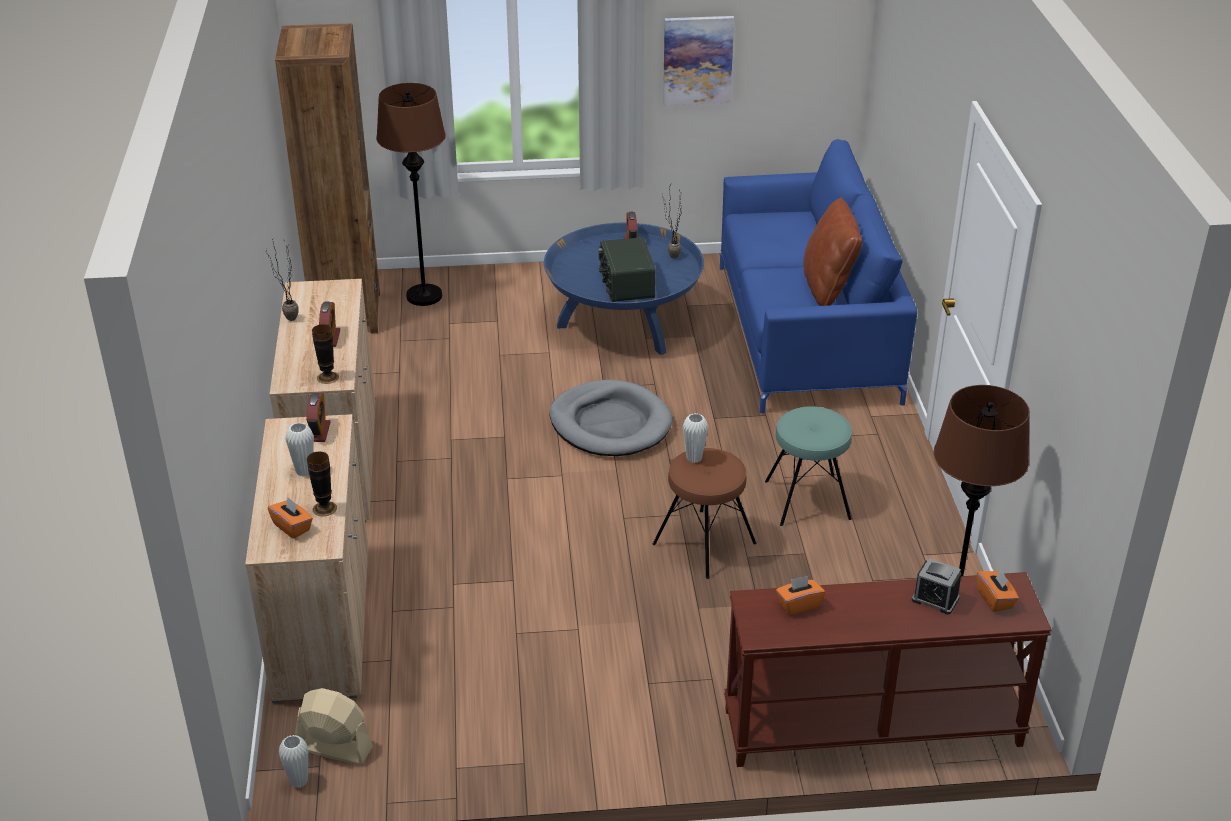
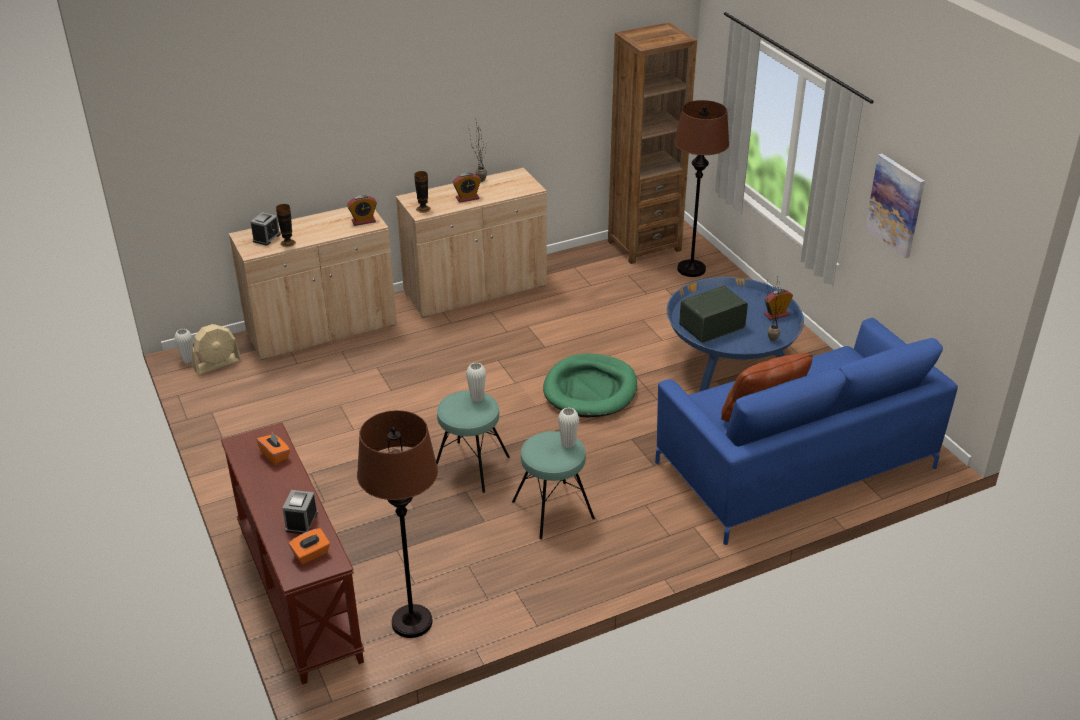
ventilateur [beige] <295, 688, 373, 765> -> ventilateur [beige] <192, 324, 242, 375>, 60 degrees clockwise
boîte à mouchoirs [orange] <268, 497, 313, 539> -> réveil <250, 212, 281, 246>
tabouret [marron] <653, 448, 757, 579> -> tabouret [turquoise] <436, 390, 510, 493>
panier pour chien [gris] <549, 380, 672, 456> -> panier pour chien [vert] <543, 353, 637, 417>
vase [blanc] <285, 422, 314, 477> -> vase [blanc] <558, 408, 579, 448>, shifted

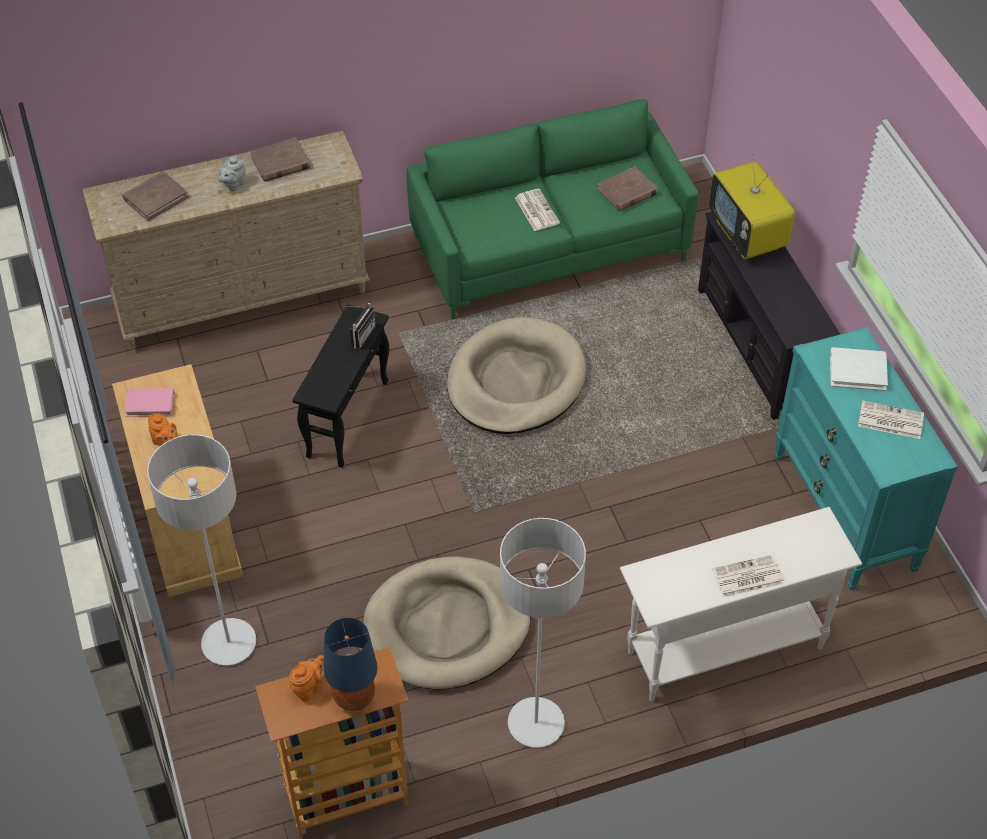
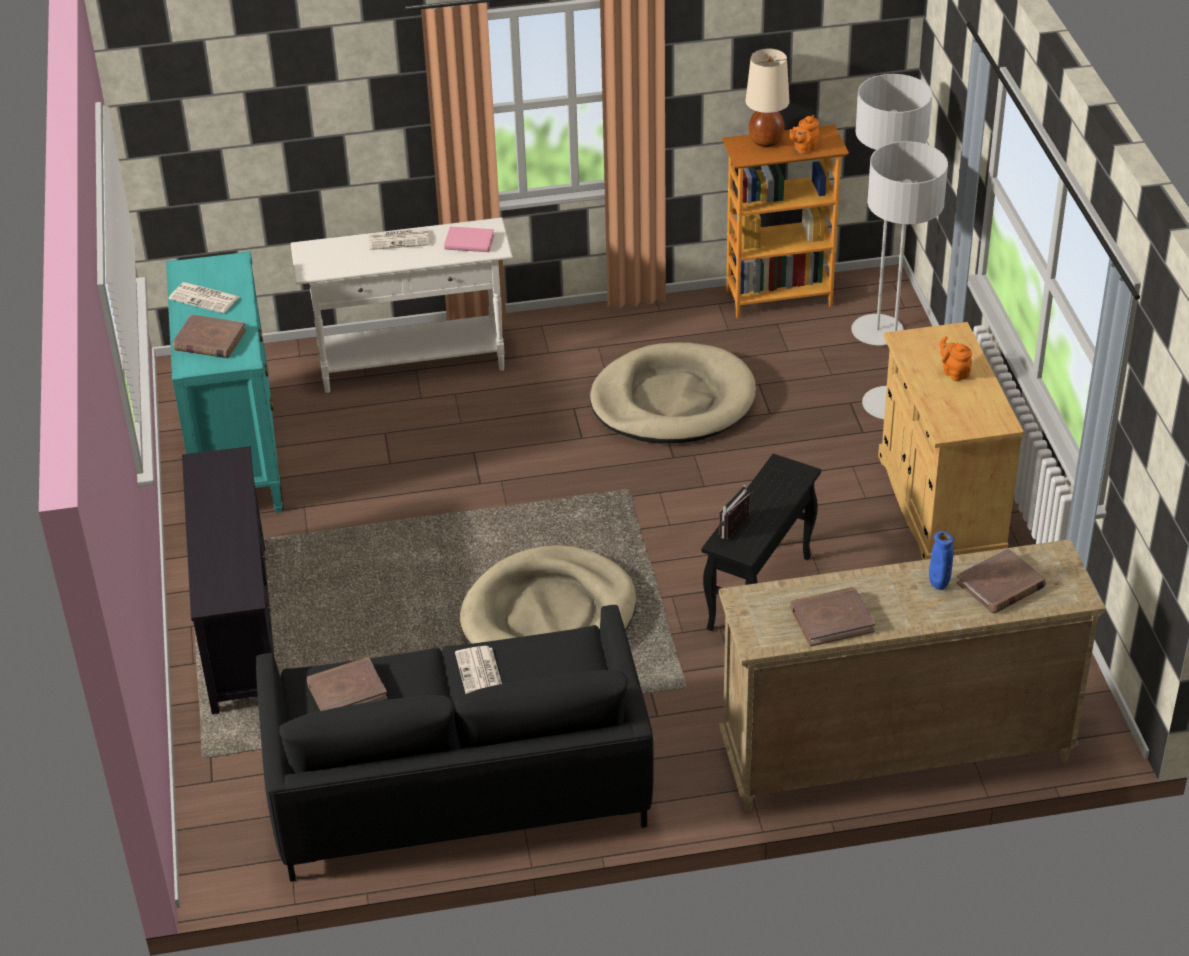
livre [blanc] <830, 347, 888, 391> -> livre [marron] <173, 315, 246, 358>
canapé [vert] <407, 99, 698, 320> -> canapé [noir] <256, 605, 654, 882>
livre [rose] <125, 388, 174, 417> -> livre [rose] <444, 227, 494, 252>, shifted
lampe de table [bleu] <324, 618, 377, 711> -> lampe de table [beige] <746, 49, 789, 147>
lampadaire [gris] <500, 518, 586, 748> -> lampadaire [gris] <851, 74, 933, 345>, shifted
none -> vase [bleu] <929, 531, 954, 590>
théière [gris] <217, 155, 245, 191> -> none
téléviseur <709, 152, 795, 259> -> none

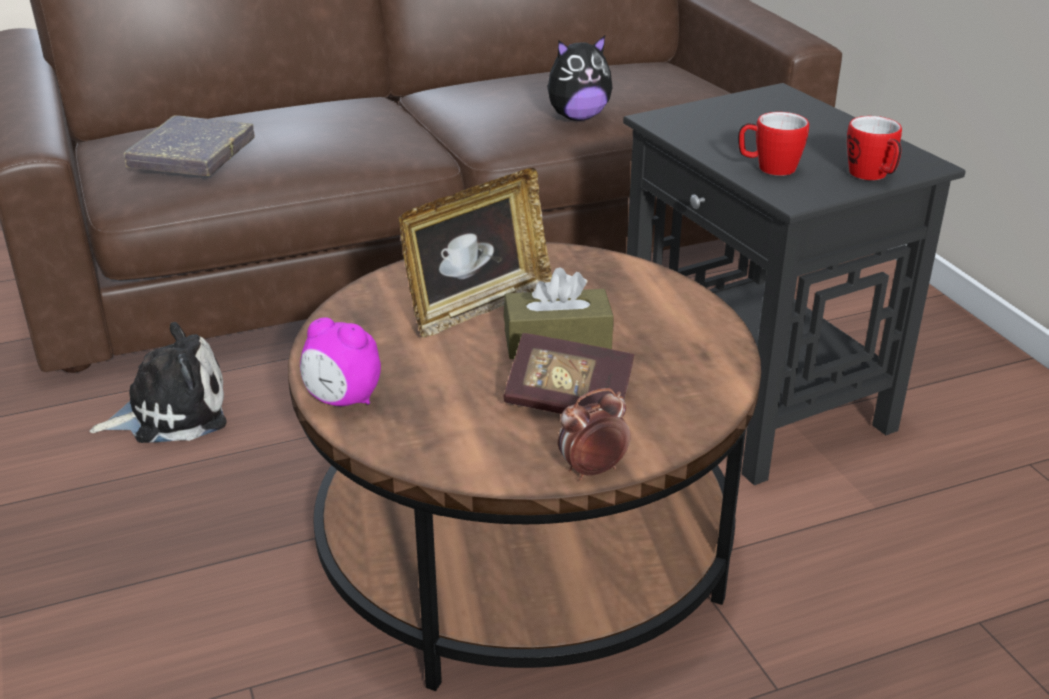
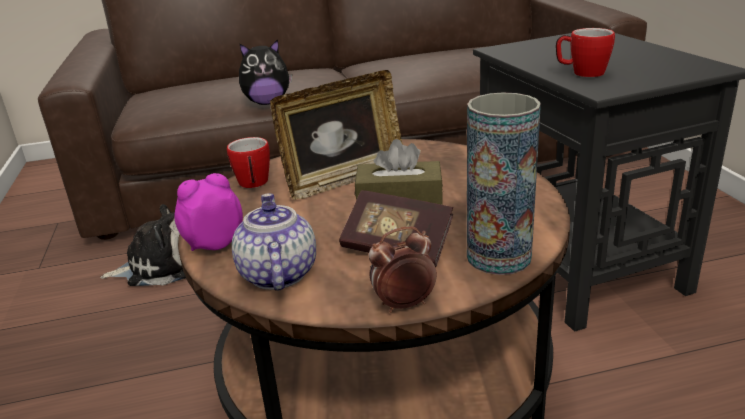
réveil <300, 317, 381, 406> -> réveil <174, 173, 243, 251>, 120 degrees clockwise
mug <847, 116, 902, 180> -> mug <227, 137, 270, 188>, shifted
none -> théière <232, 193, 316, 291>
peluche <547, 36, 612, 121> -> peluche <239, 39, 292, 105>, shifted
none -> vase <467, 93, 541, 275>
livre [gris] <124, 115, 255, 176> -> none

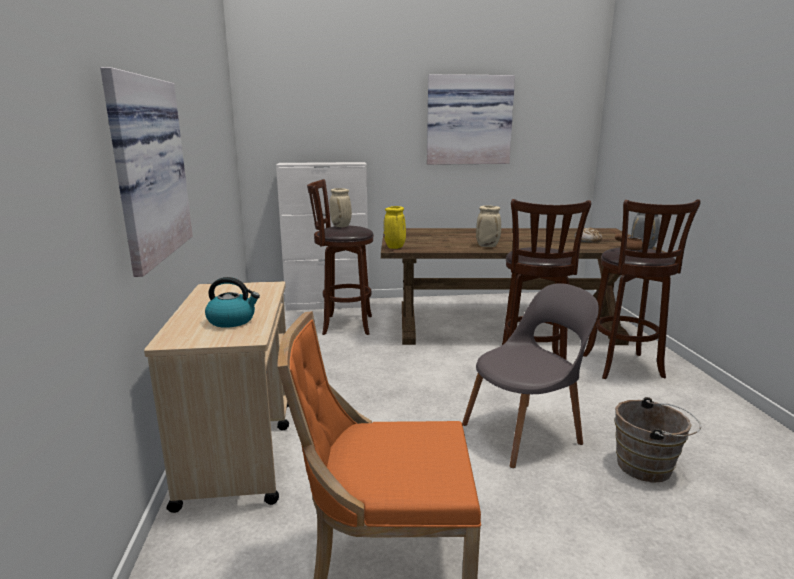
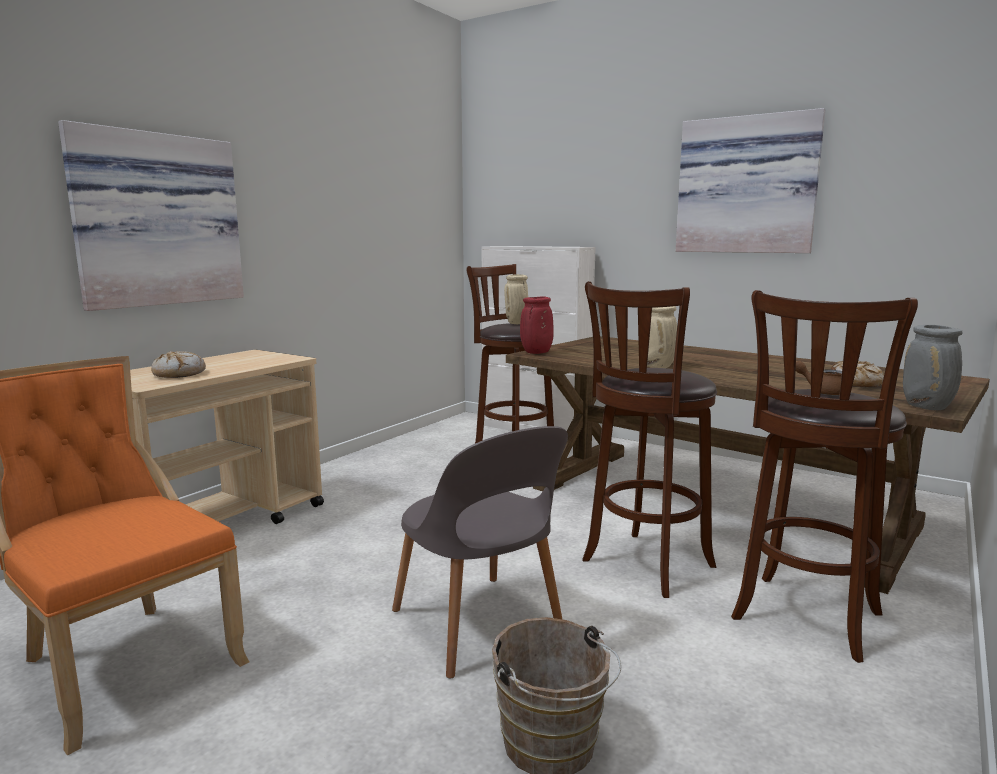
bouilloire <205, 277, 260, 328> -> pain <151, 351, 206, 378>
chaise [gris] <462, 283, 599, 468> -> chaise [gris] <392, 426, 568, 679>, 45 degrees clockwise
vase [jaune] <384, 206, 406, 249> -> vase [rouge] <520, 296, 554, 354>

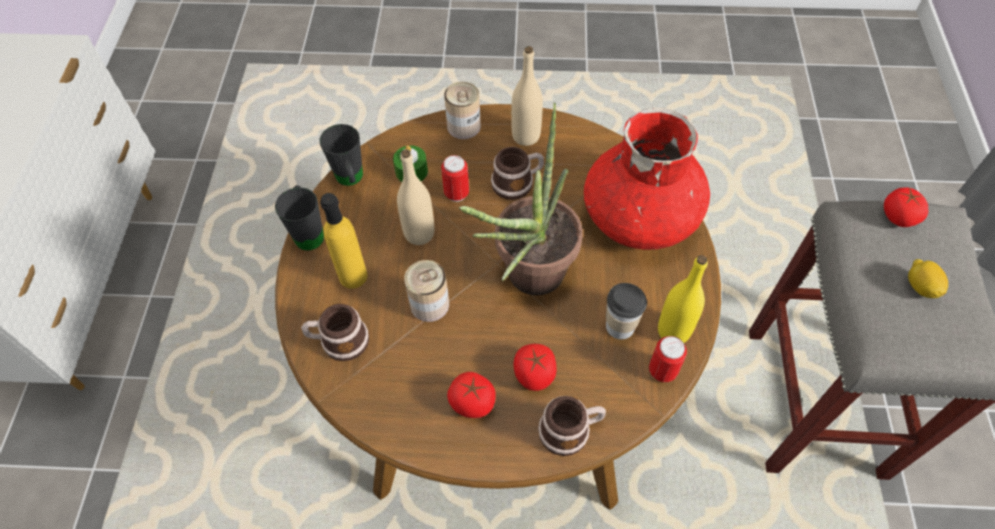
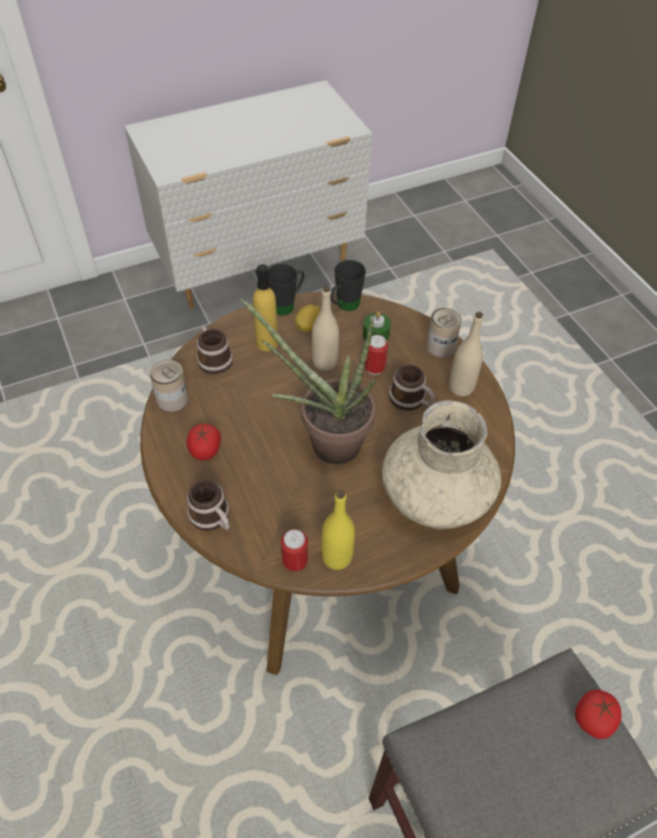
boîte métallique <404, 260, 449, 322> -> boîte métallique <149, 360, 188, 412>, shifted
citron <908, 259, 948, 298> -> citron <295, 305, 320, 332>, shifted
vase [rouge] <584, 107, 710, 250> -> vase [beige] <382, 400, 501, 529>
tomate <513, 344, 557, 391> -> none
tasse <606, 283, 647, 339> -> none

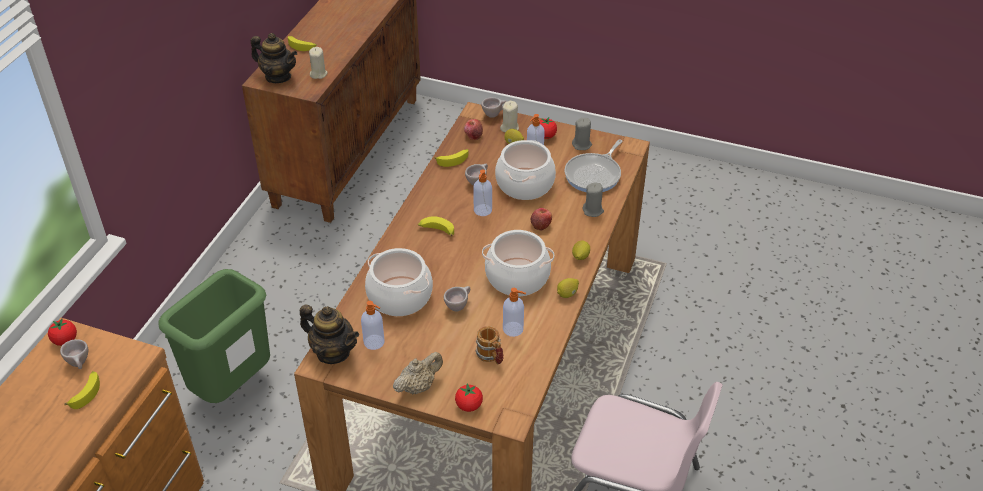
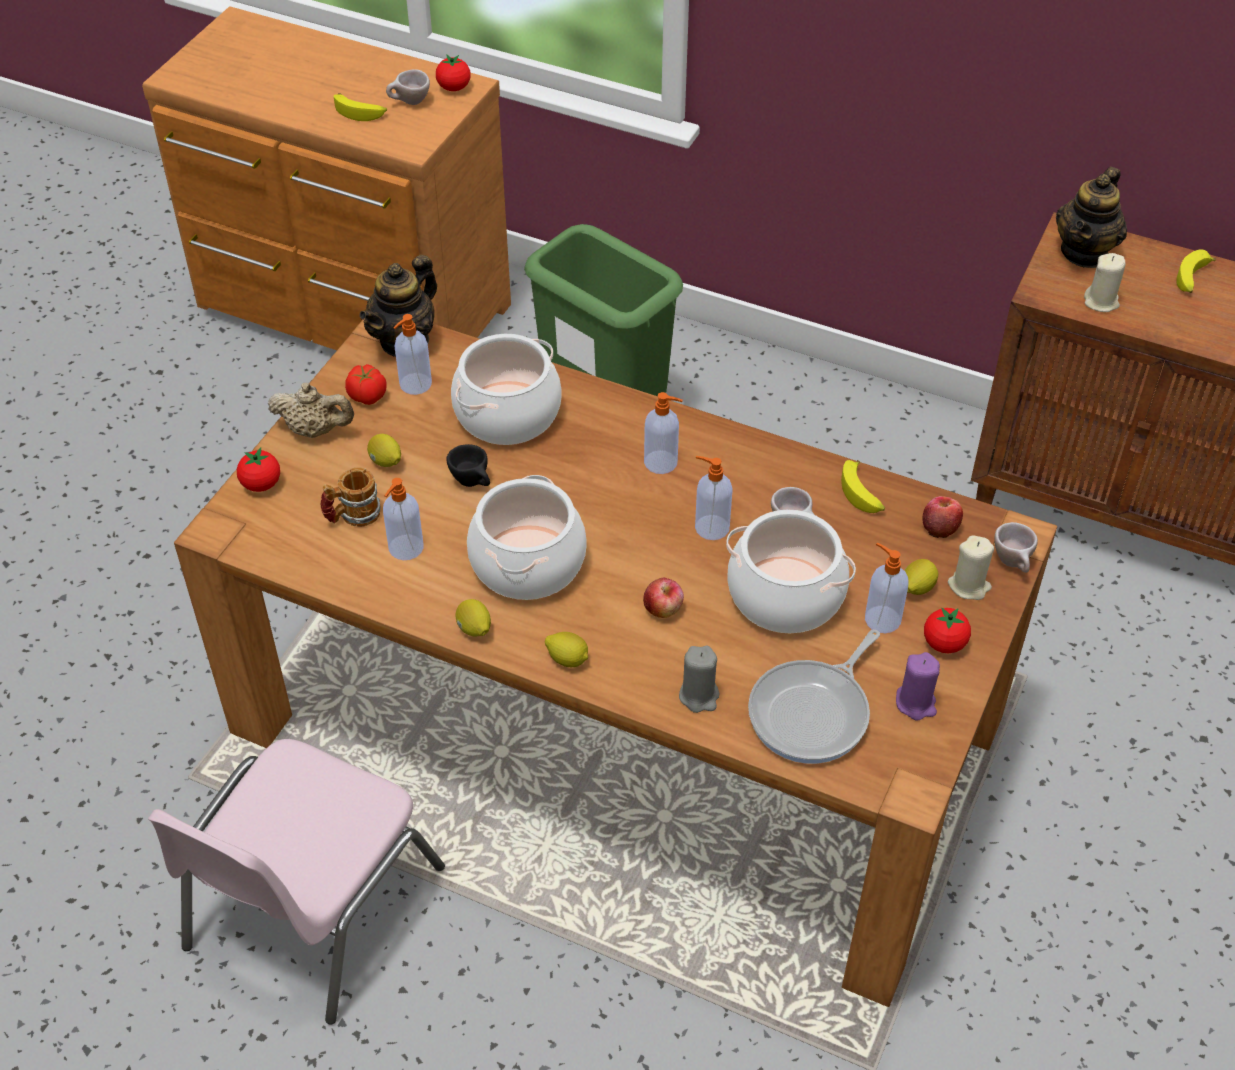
théière [beige] <393, 352, 443, 394> -> théière [beige] <268, 383, 354, 438>, 45 degrees counterclockwise
none -> tomate <345, 364, 387, 405>
none -> citron <367, 434, 401, 467>
tasse [beige] <444, 286, 470, 311> -> tasse [noir] <446, 444, 490, 487>
banane <418, 216, 454, 236> -> distributeur de savon <644, 392, 683, 474>
poêle <565, 139, 622, 192> -> poêle <748, 629, 880, 764>, 90 degrees counterclockwise
bougie [gris] <572, 118, 592, 150> -> bougie [violet] <896, 652, 940, 720>

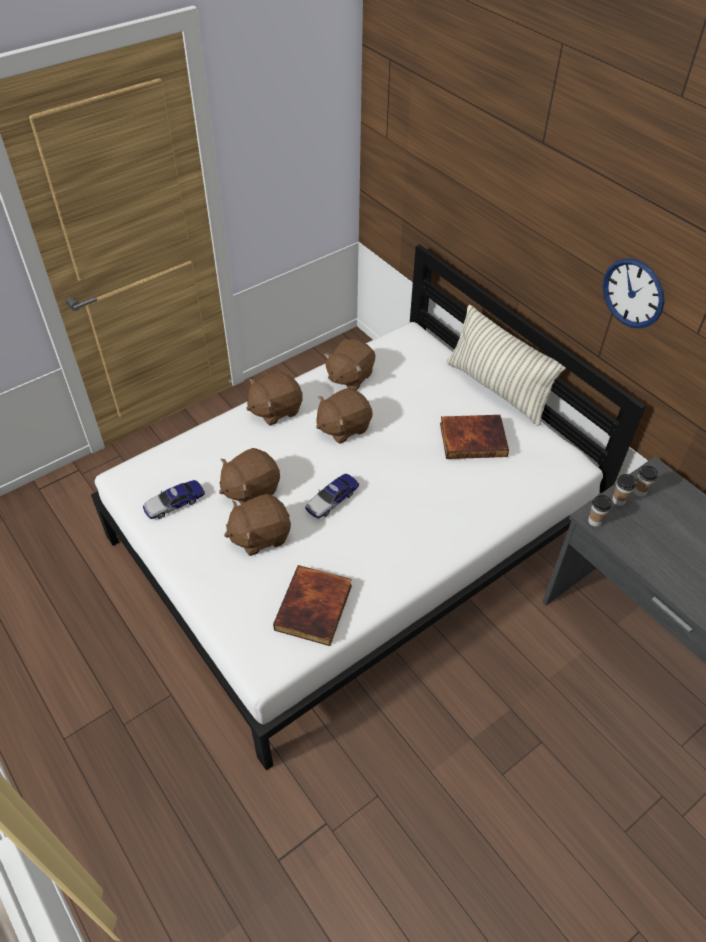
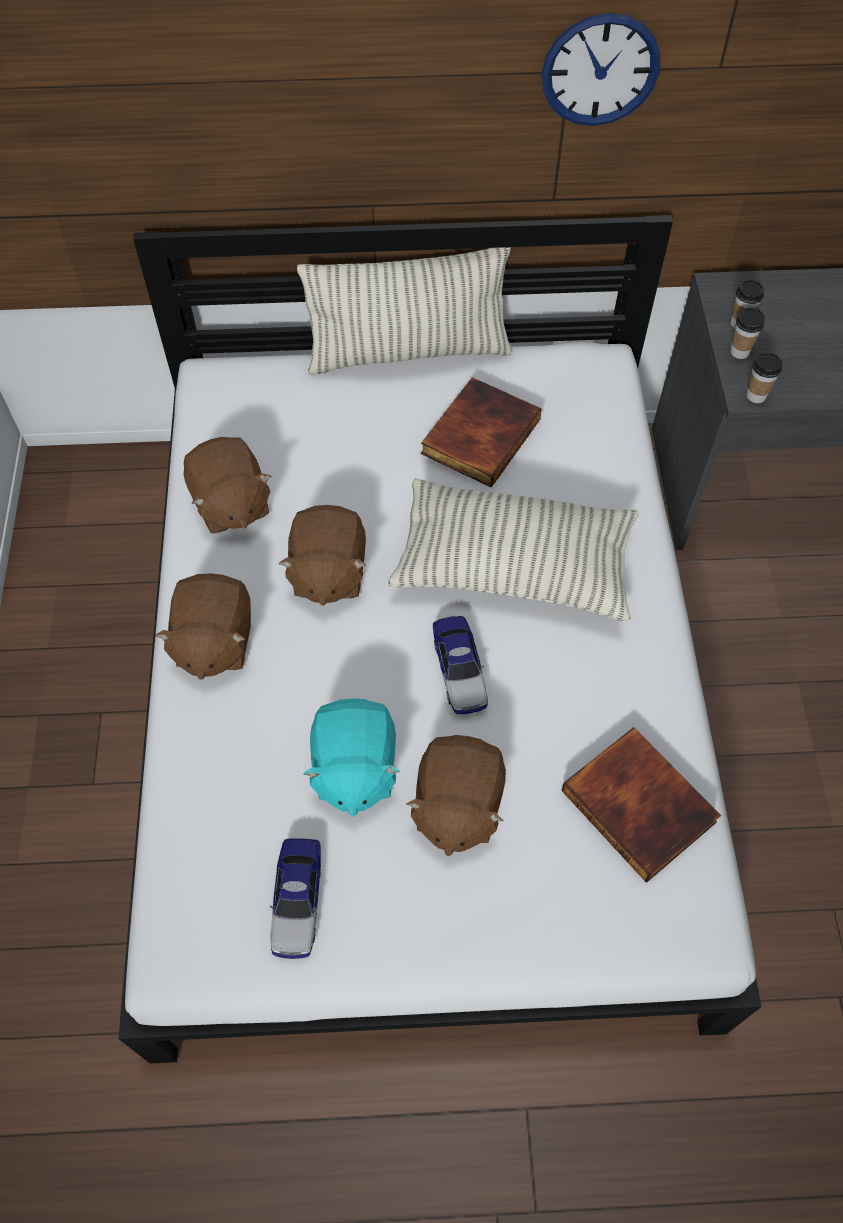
peluche [marron] <219, 448, 280, 504> -> peluche [turquoise] <303, 699, 400, 817>
none -> coussin <388, 478, 639, 622>

